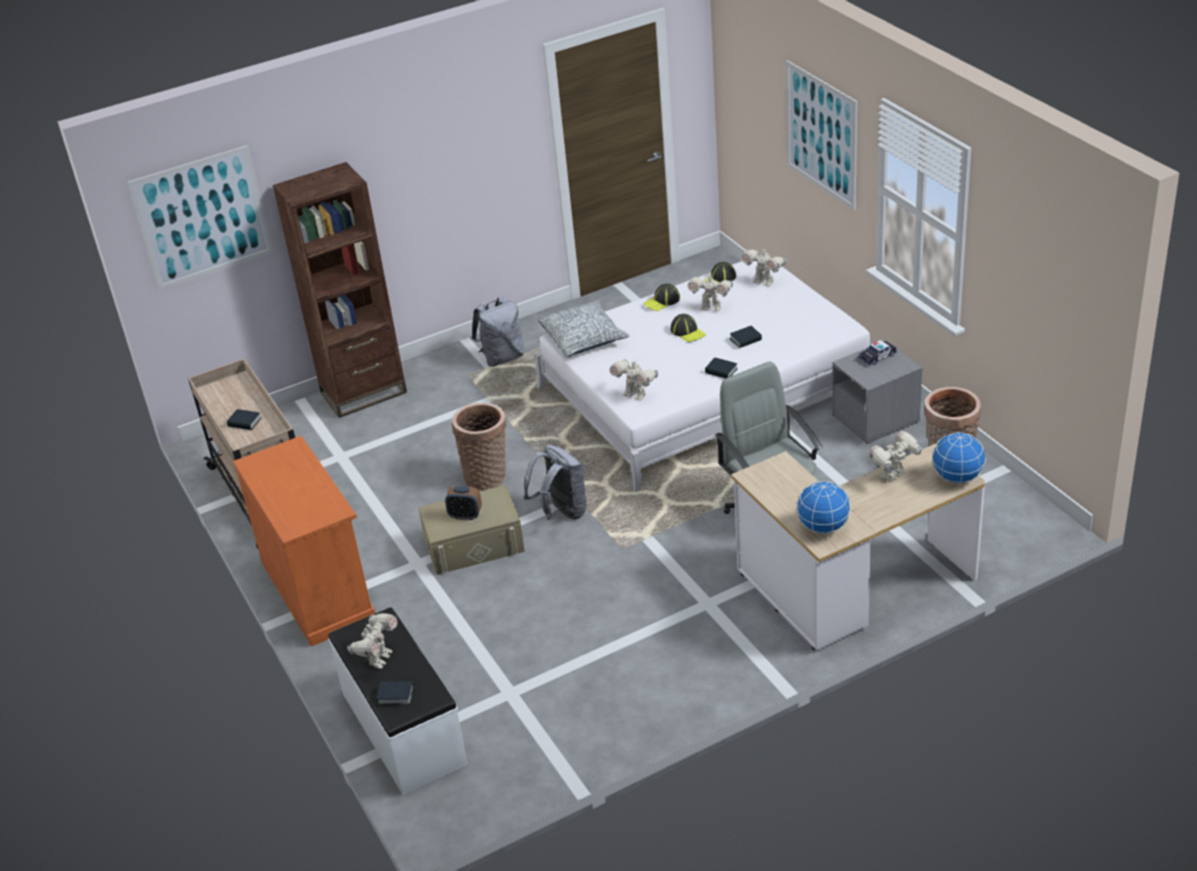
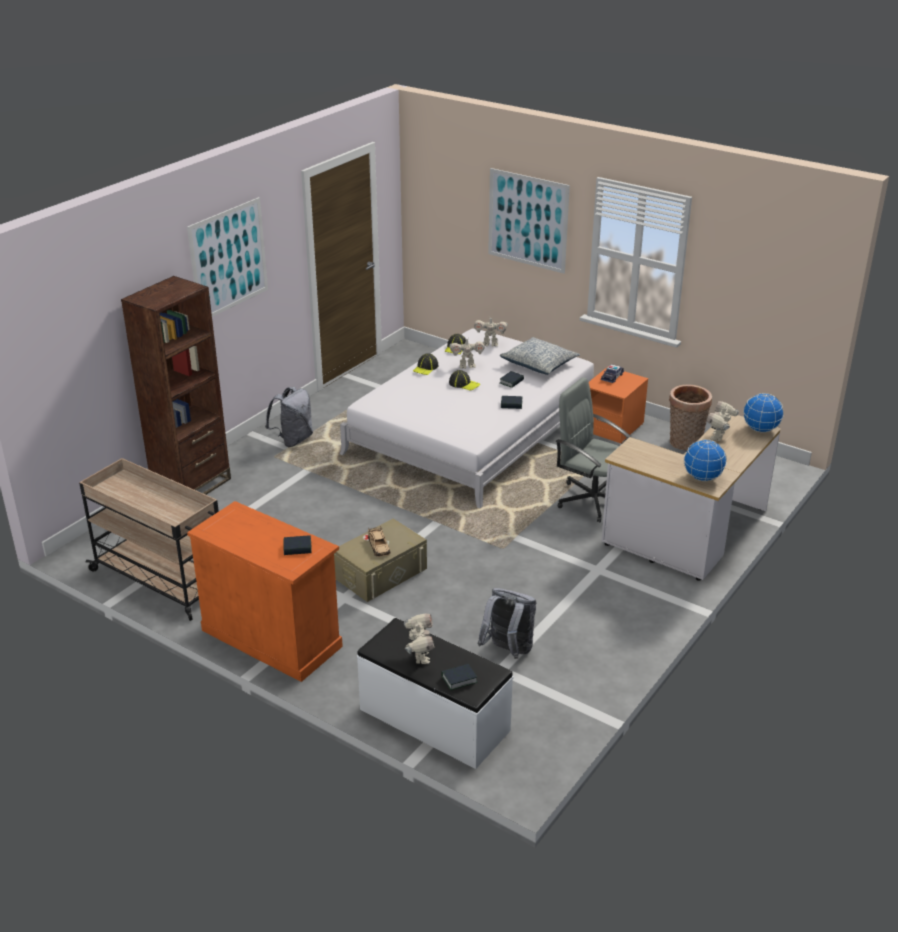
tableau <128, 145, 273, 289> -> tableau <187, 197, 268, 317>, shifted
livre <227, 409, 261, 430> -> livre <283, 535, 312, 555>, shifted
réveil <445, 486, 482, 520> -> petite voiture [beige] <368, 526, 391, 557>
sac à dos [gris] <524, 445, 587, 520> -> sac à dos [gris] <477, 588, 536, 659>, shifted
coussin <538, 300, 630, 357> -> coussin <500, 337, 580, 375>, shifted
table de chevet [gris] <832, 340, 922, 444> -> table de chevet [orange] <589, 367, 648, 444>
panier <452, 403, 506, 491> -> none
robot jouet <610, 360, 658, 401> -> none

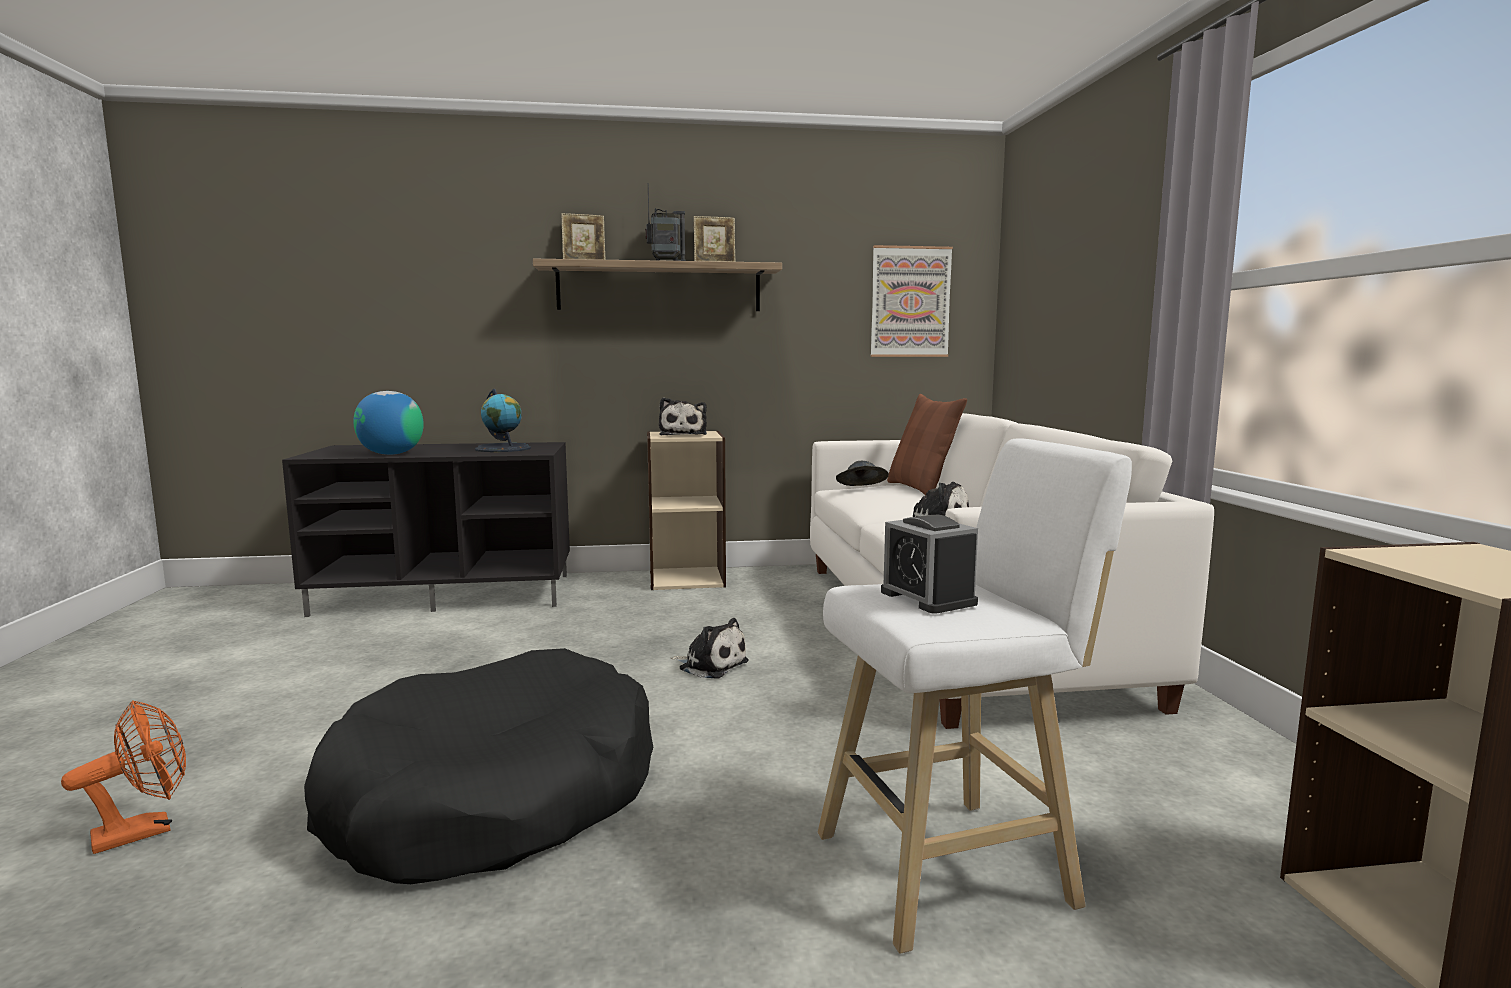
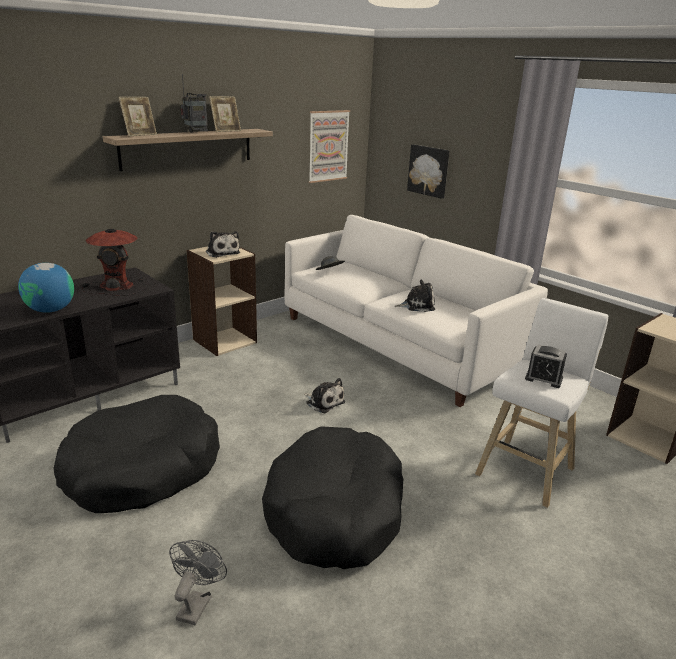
none -> panier pour chien [noir] <54, 395, 220, 513>
globe <475, 389, 531, 452> -> lampe de table <82, 229, 148, 296>
ventilateur [orange] <61, 700, 186, 854> -> ventilateur [gris] <169, 540, 227, 625>
peluche <671, 618, 749, 679> -> peluche <304, 378, 345, 413>, 45 degrees clockwise
none -> tableau <407, 145, 450, 199>
coussin [marron] <887, 394, 967, 495> -> none

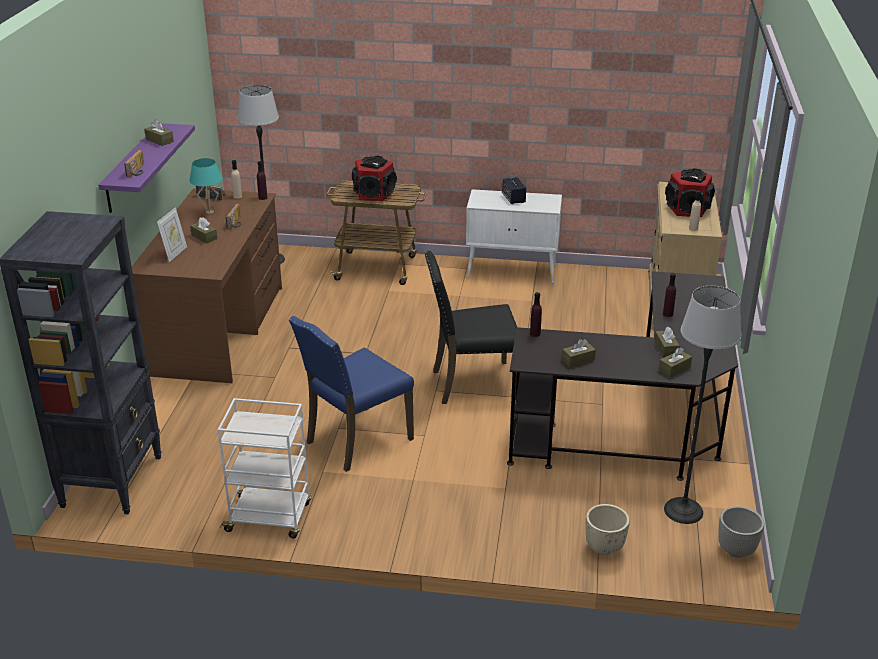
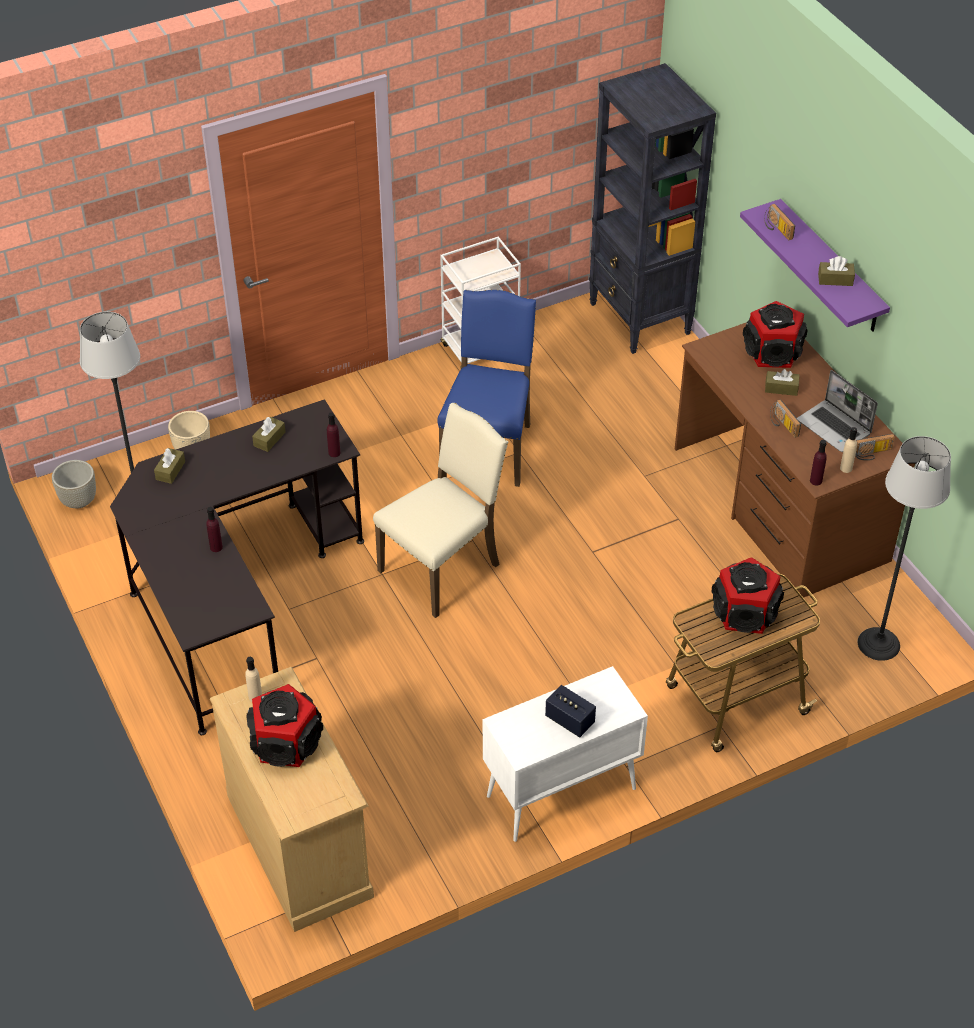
chaise [noir] <424, 251, 517, 404> -> chaise [beige] <373, 403, 508, 618>
cadre photo <157, 207, 187, 262> -> enceinte <743, 301, 808, 368>
lampe de table [turquoise] <190, 158, 222, 214> -> ordinateur portable <797, 370, 878, 452>
boîte à mouchoirs [marron] <654, 327, 679, 357> -> none

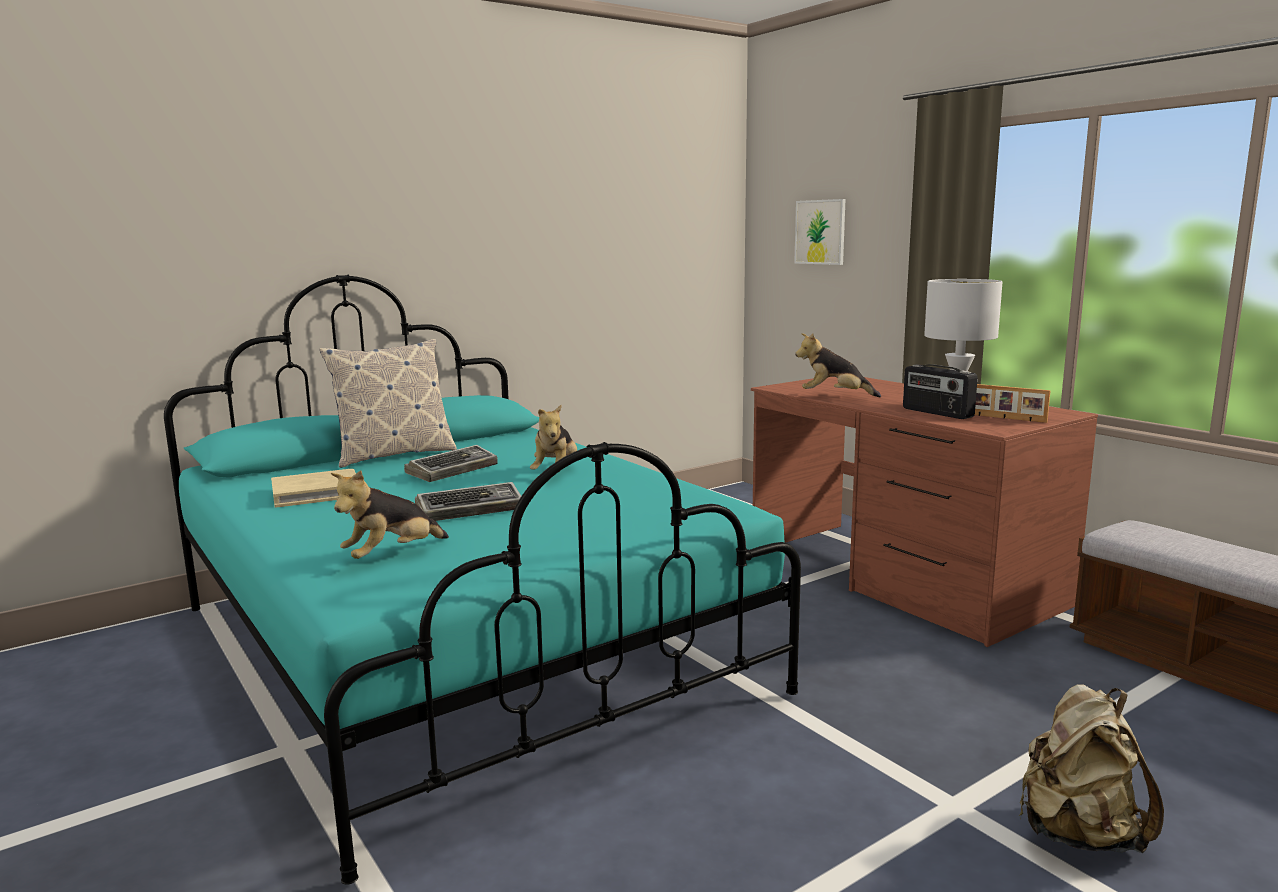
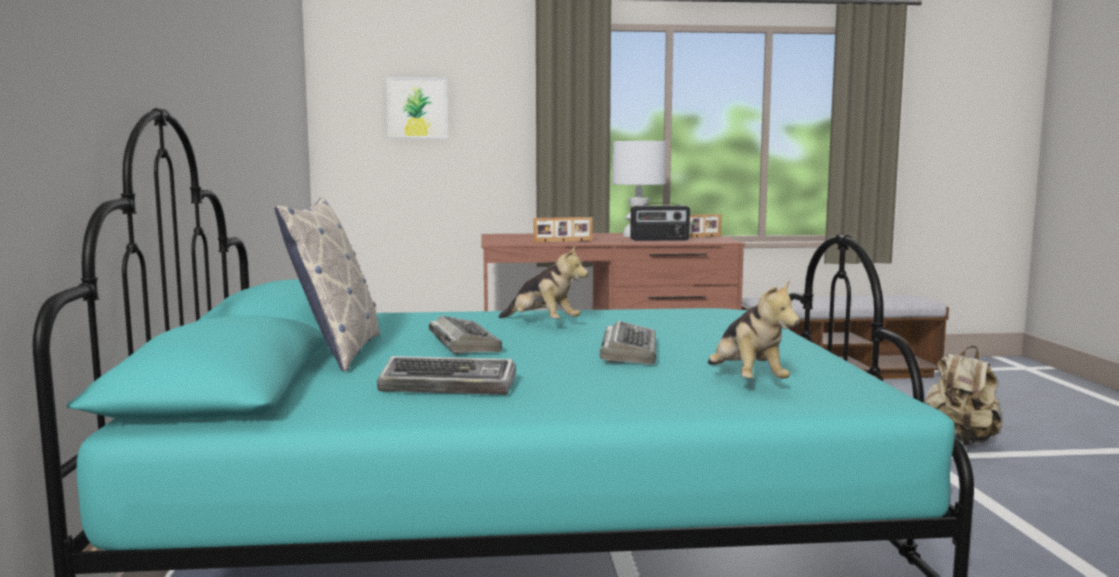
livre [beige] <271, 469, 356, 508> -> clavier <377, 356, 516, 395>
peluche <795, 333, 881, 397> -> cadre photo <534, 217, 593, 242>

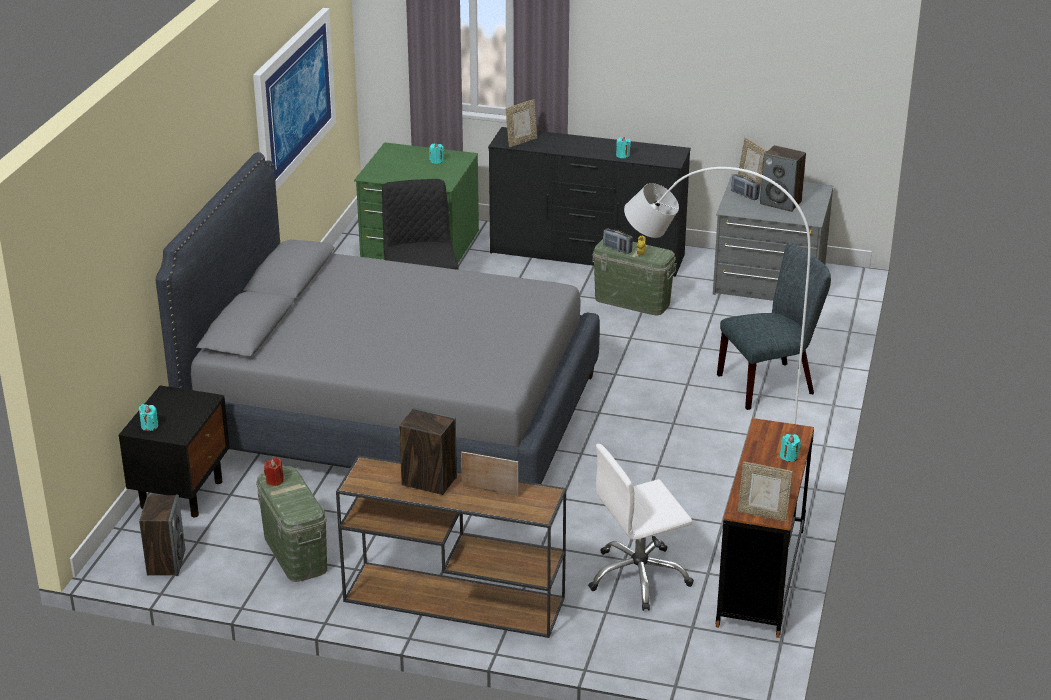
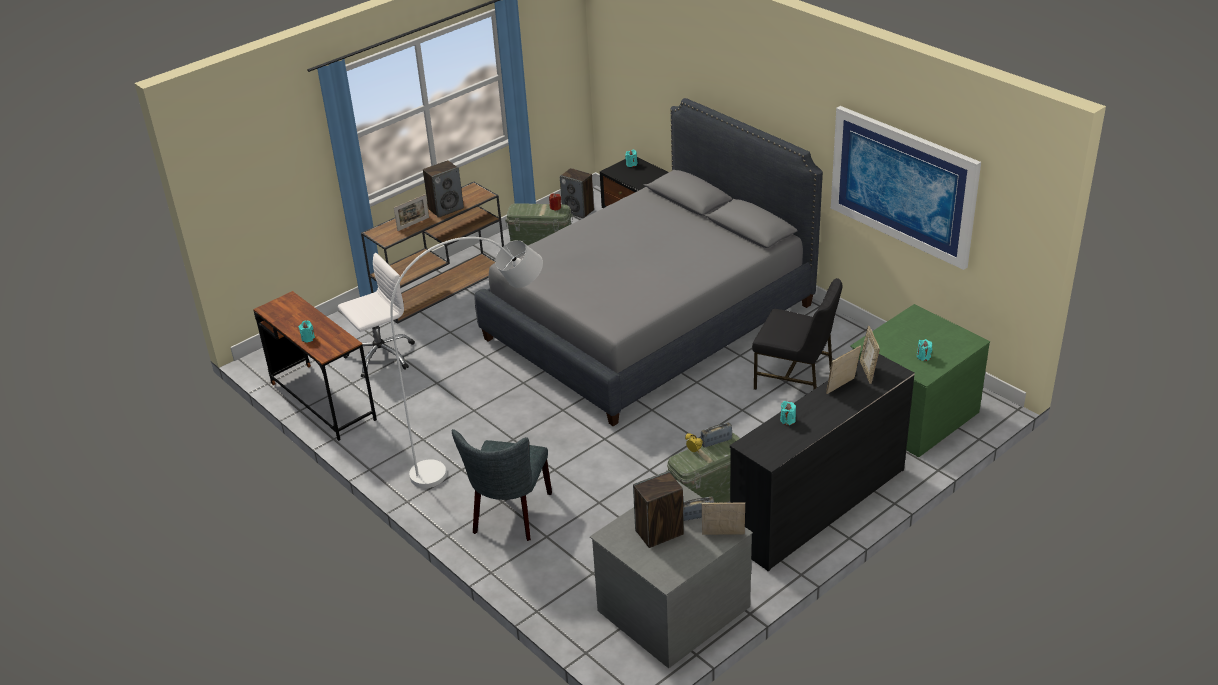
chaise de bureau [blanc] <588, 444, 694, 611> -> chaise de bureau [blanc] <338, 253, 415, 378>, 45 degrees clockwise
cadre photo <737, 461, 793, 522> -> cadre photo <826, 346, 861, 394>, shifted

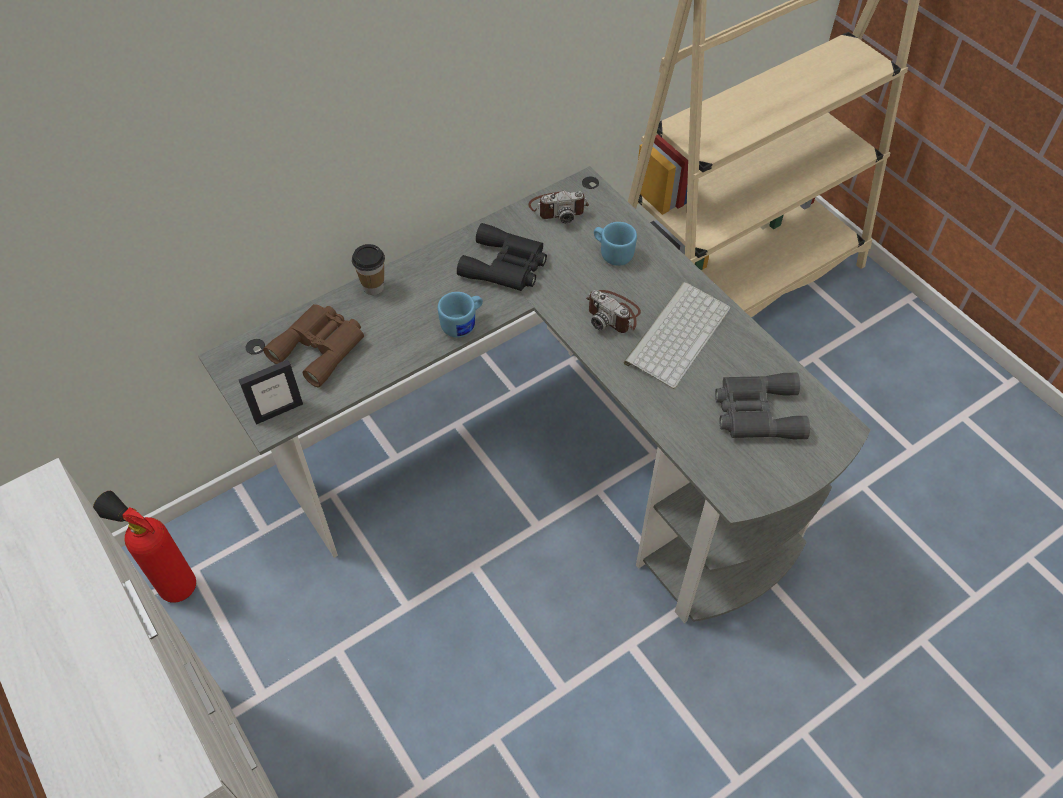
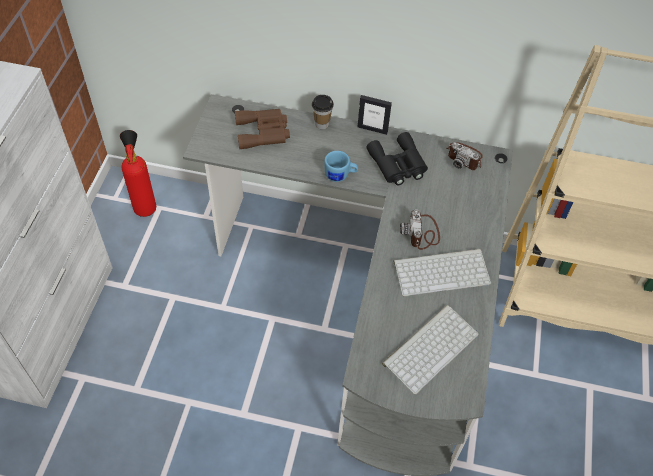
cadre photo <239, 359, 303, 425> -> cadre photo <358, 95, 392, 135>, shifted
jumelles [gris] <715, 373, 810, 439> -> clavier <382, 305, 479, 395>
mug [bleu] <594, 222, 637, 266> -> none

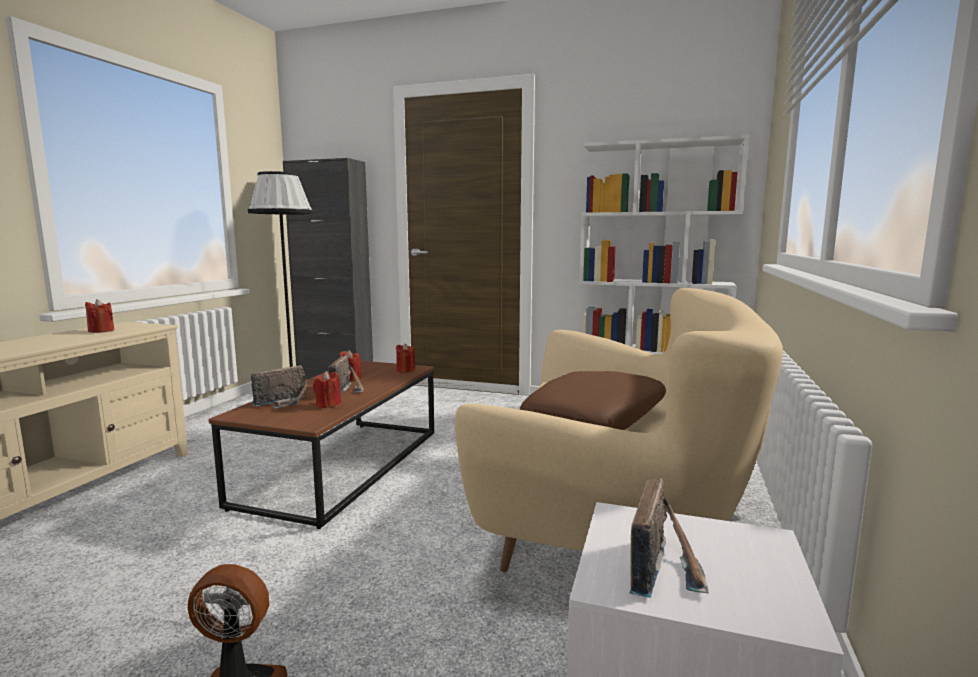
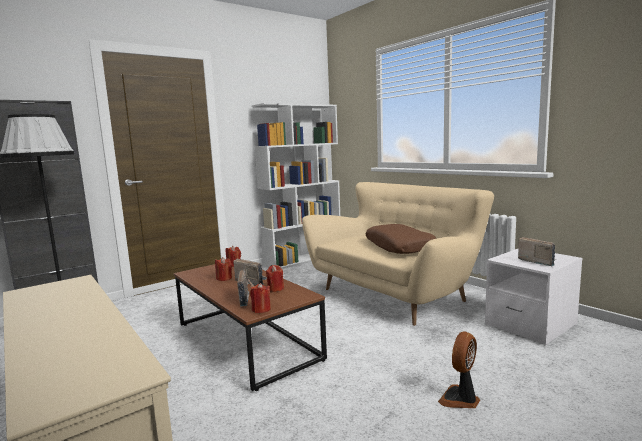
bougie [rouge] <85, 299, 114, 333> -> bougie [rouge] <250, 283, 271, 313>, shifted

